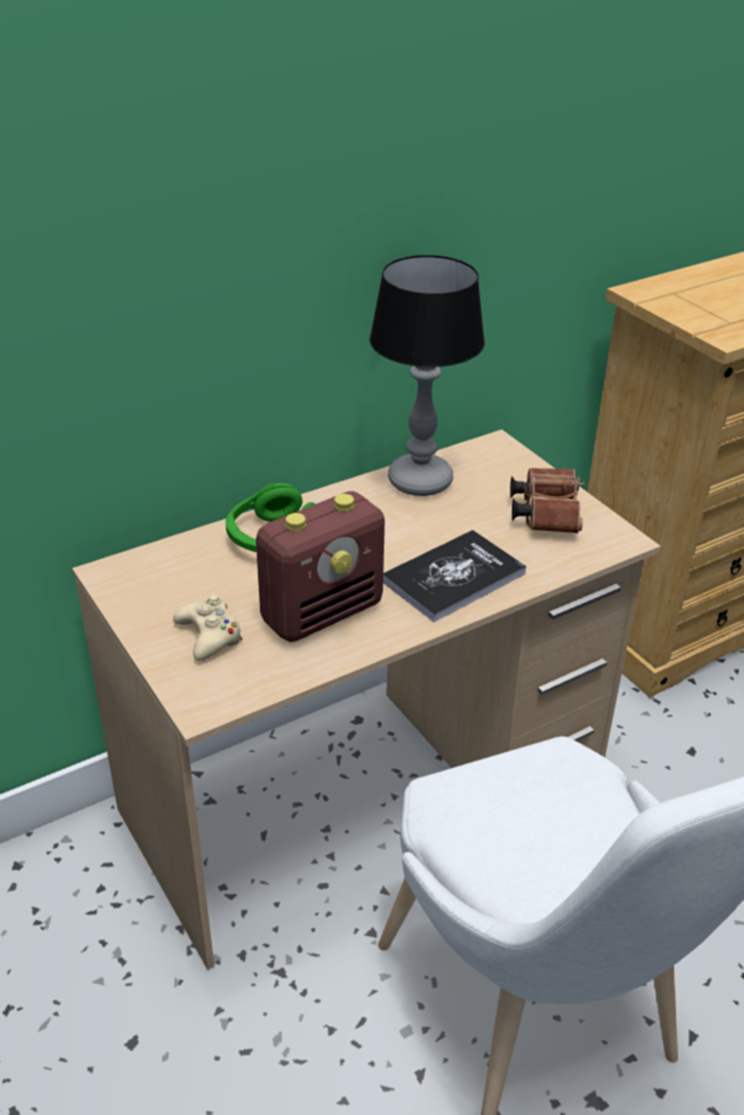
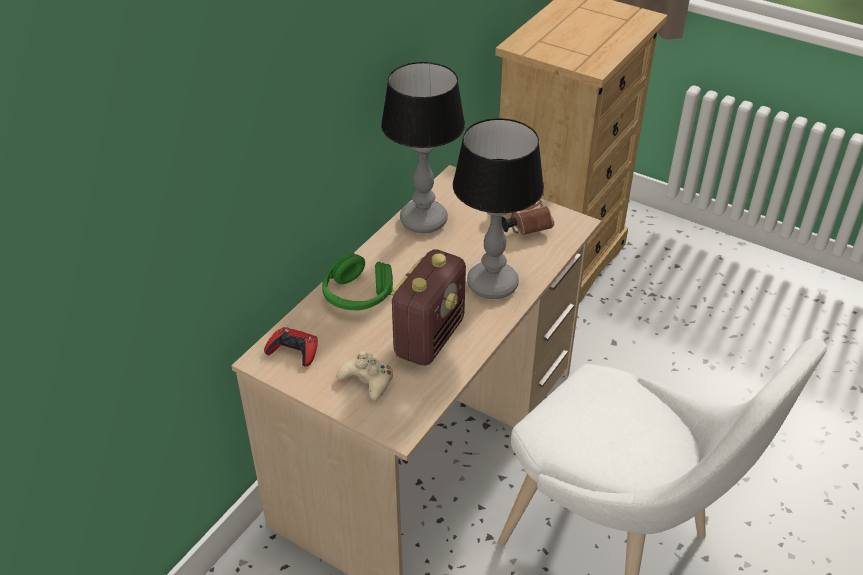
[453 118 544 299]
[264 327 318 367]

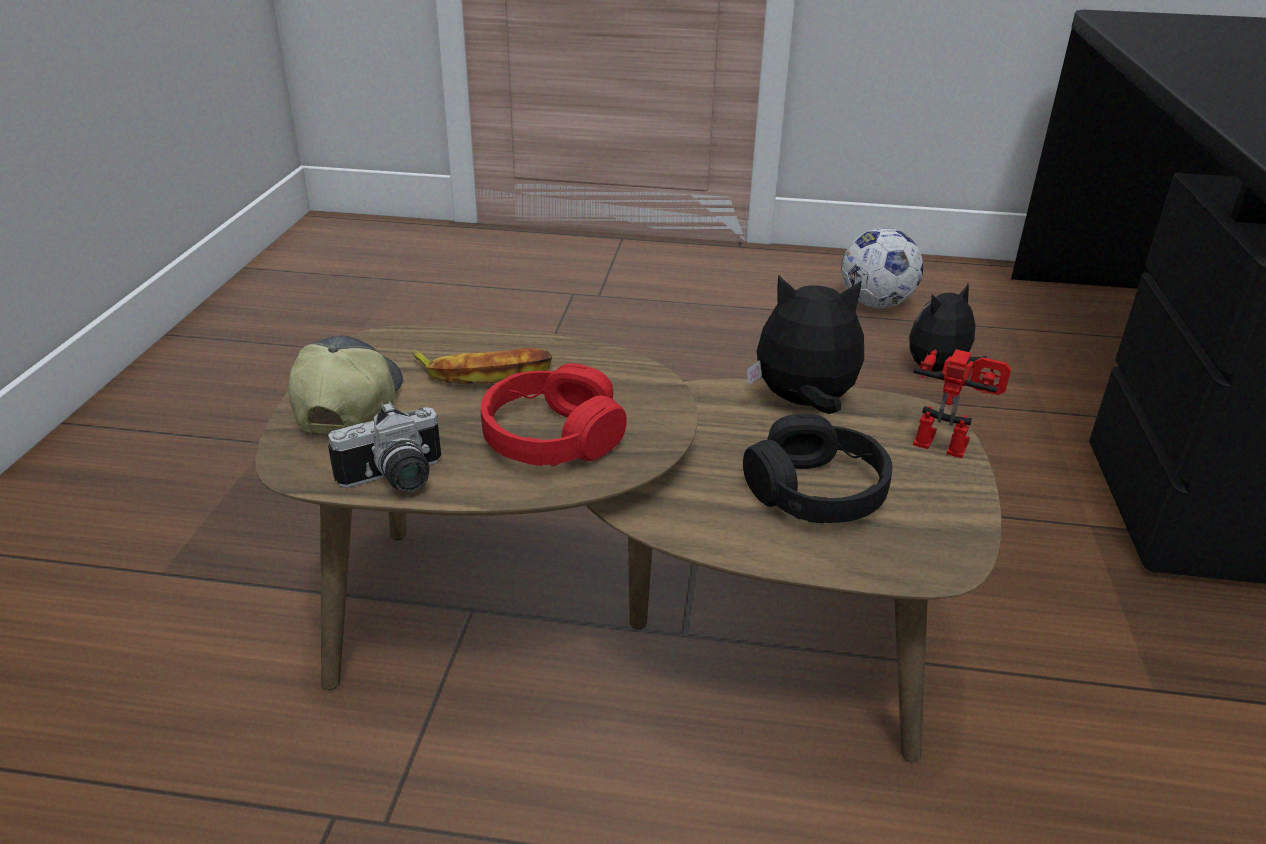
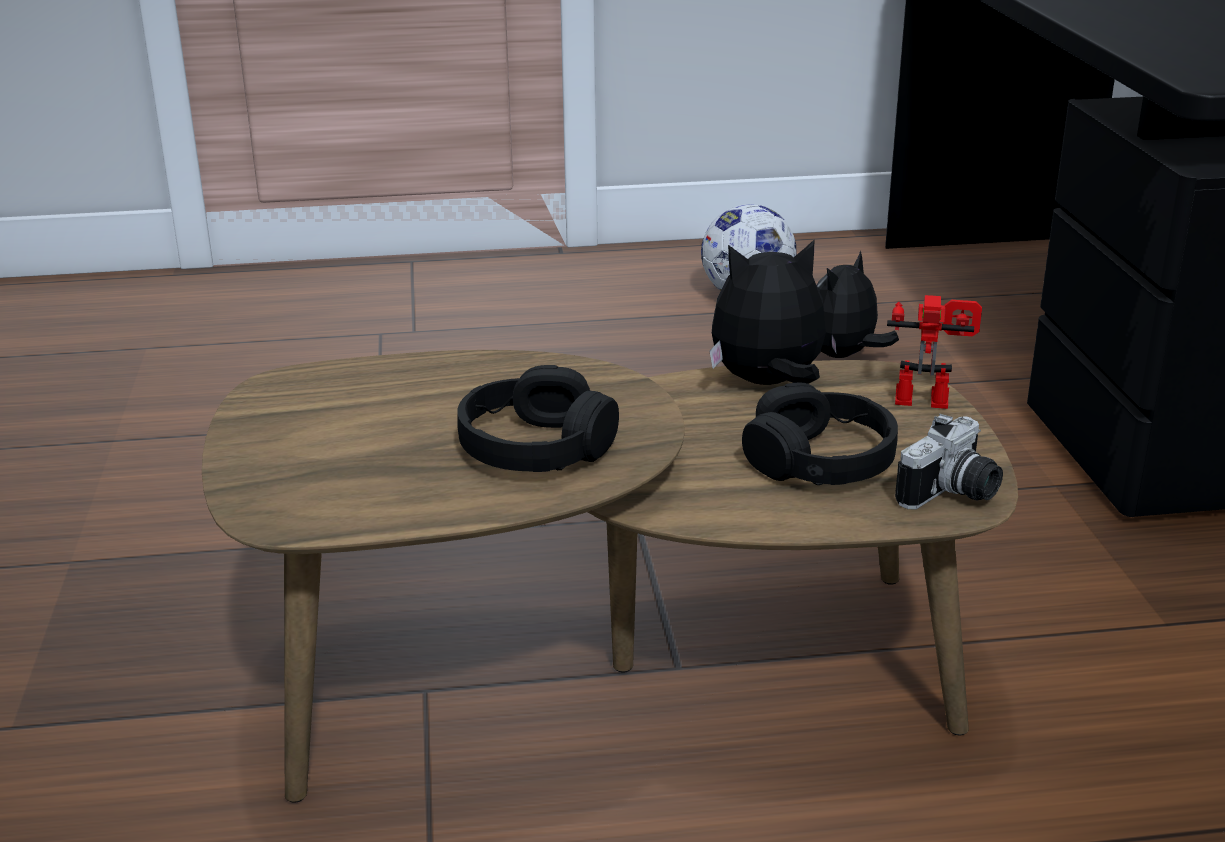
[288 335 403 434] (first image)
[412 348 552 384] (first image)
[457 365 619 472]
[895 414 1003 509]

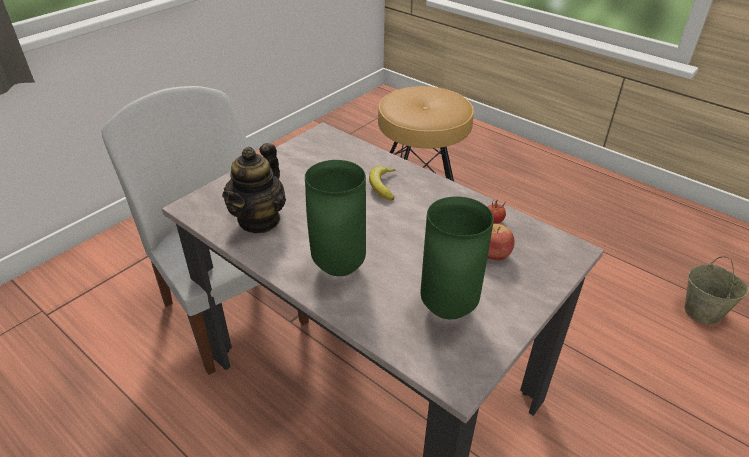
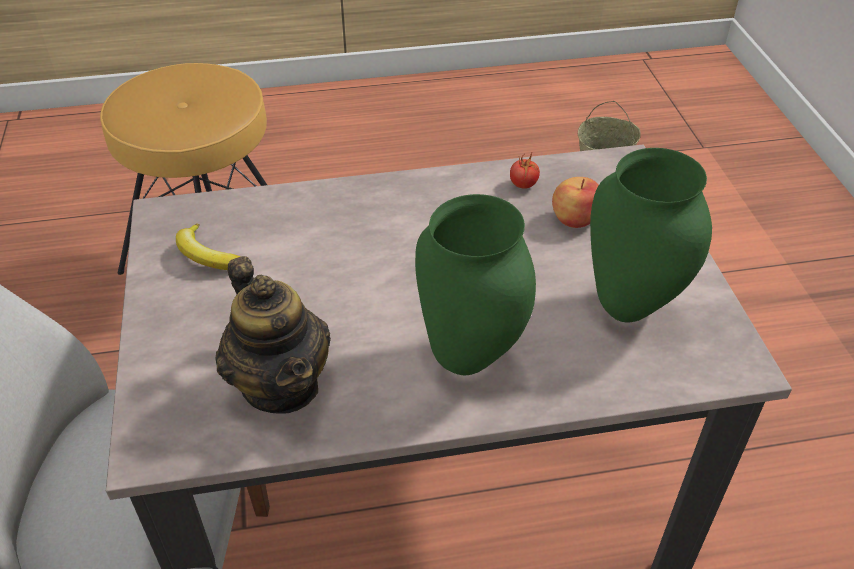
[176 224 240 270]

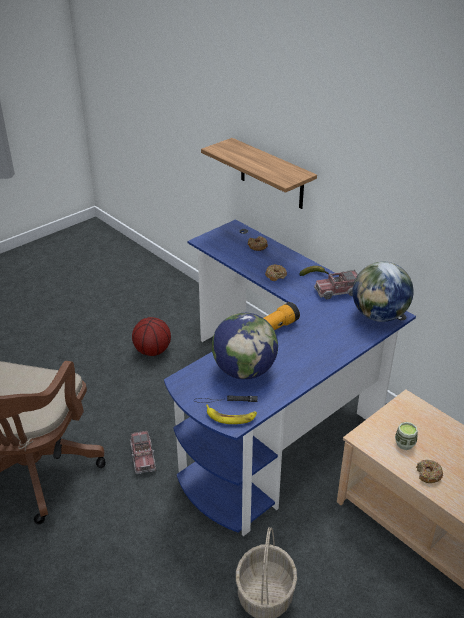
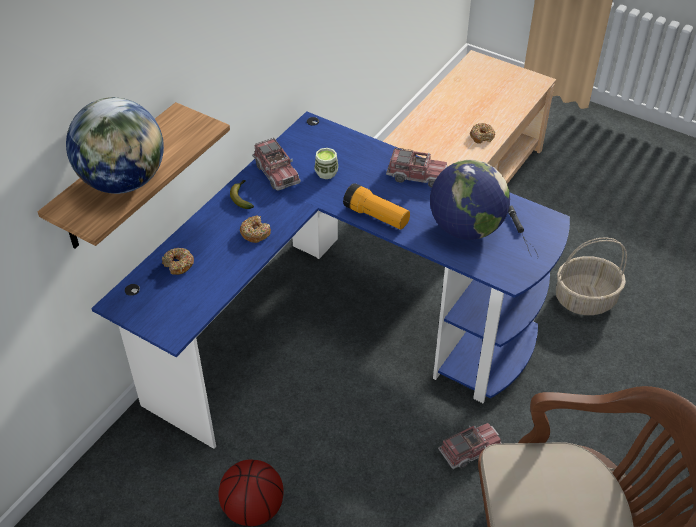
[66 97 164 194]
[206 404 257 424] (first image)
[314 148 338 179]
[386 148 447 187]

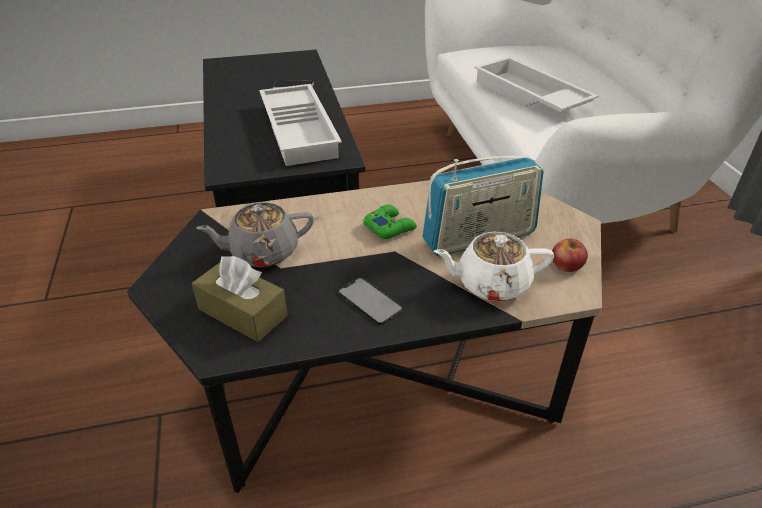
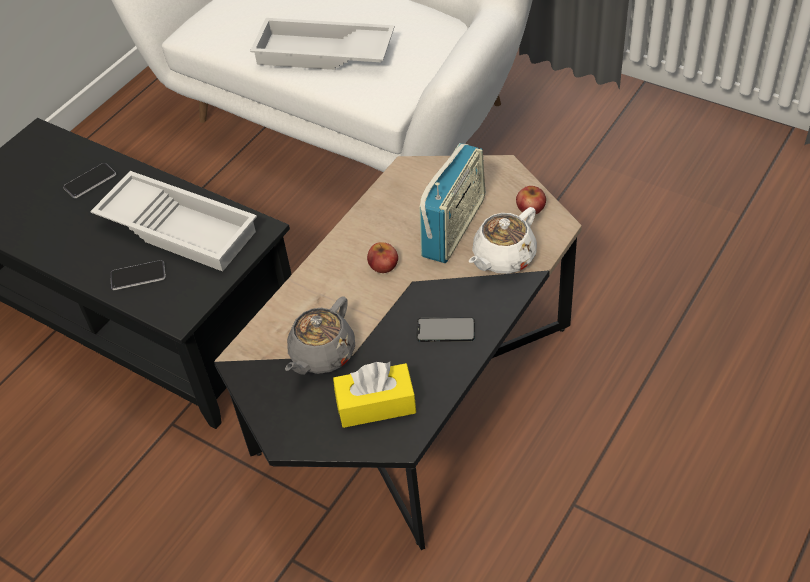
[367 242 398 273]
[333 362 416 428]
[110 260 166 290]

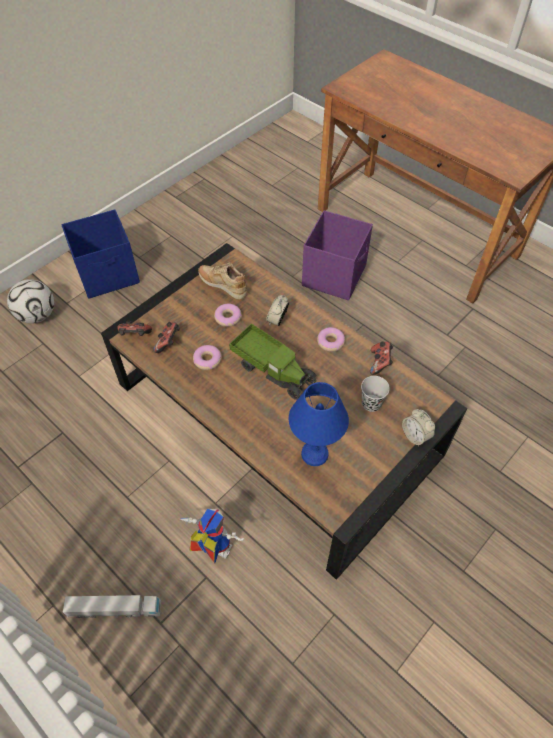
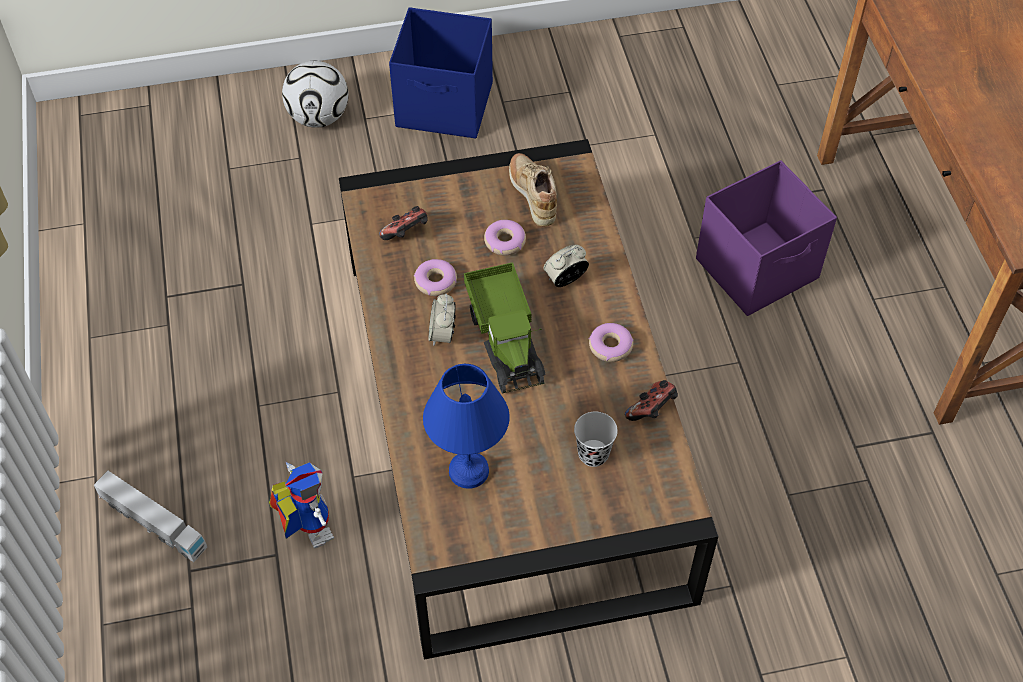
[117 321 152 336] (first image)
[429 294 456 345]

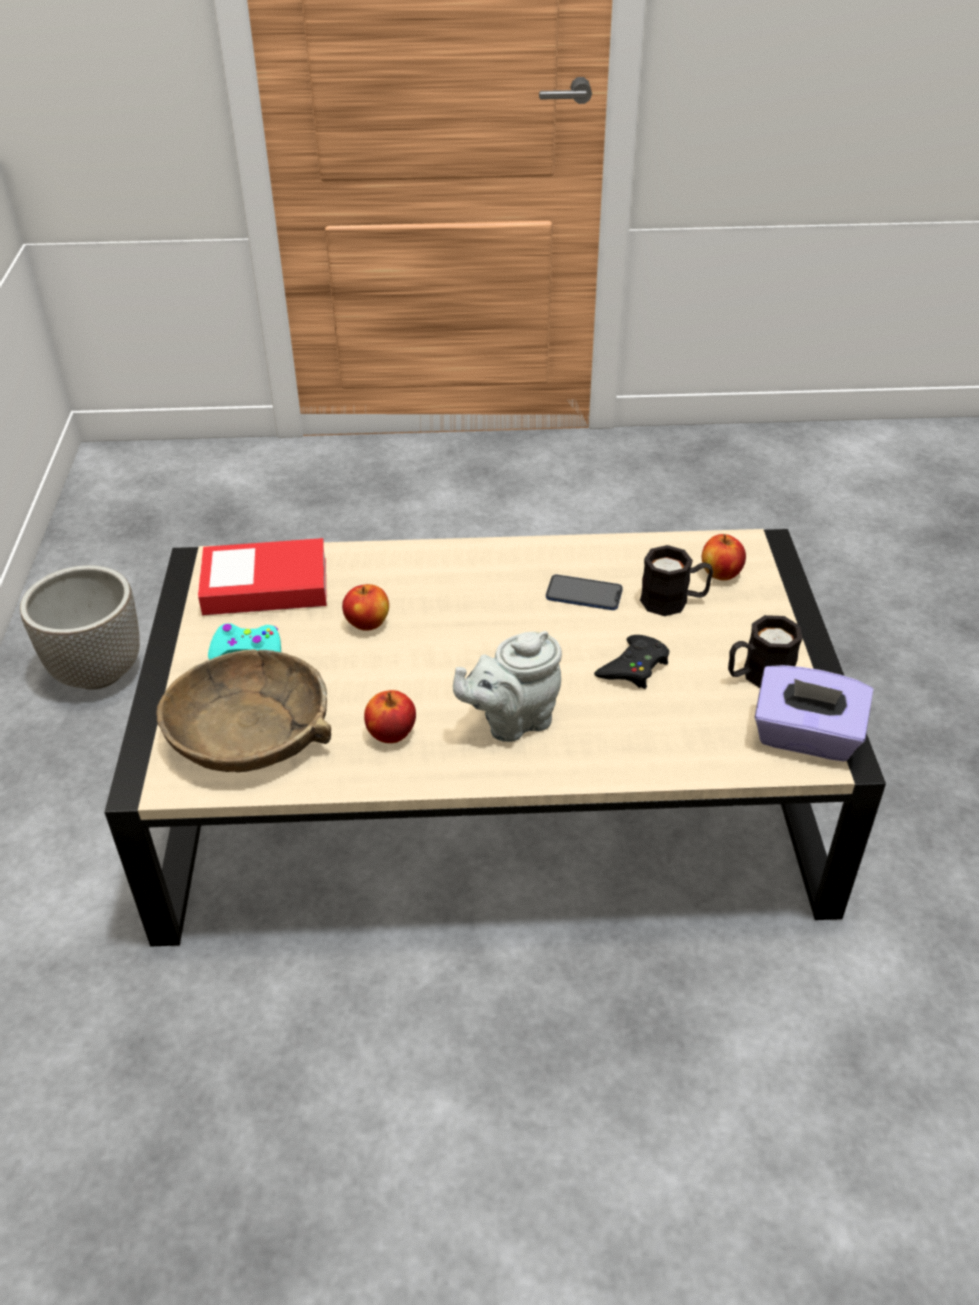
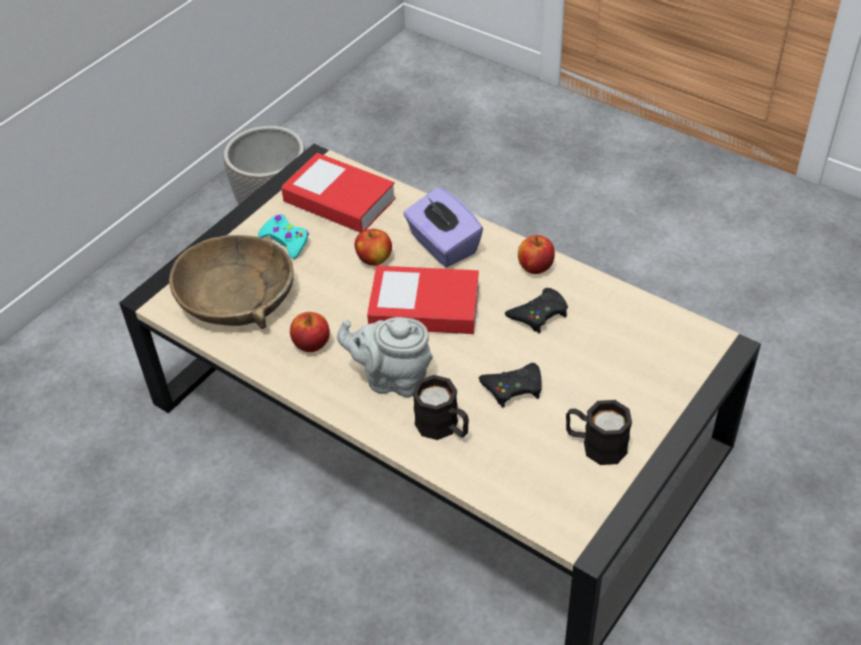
[518 235 555 274]
[412 375 469 440]
[505 288 568 333]
[403 187 483 267]
[367 266 479 334]

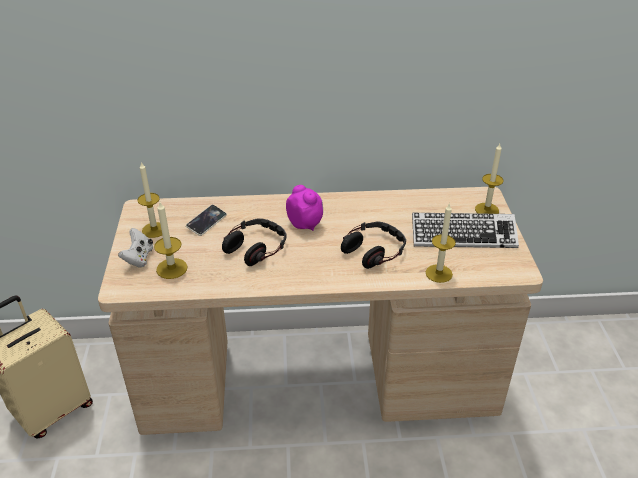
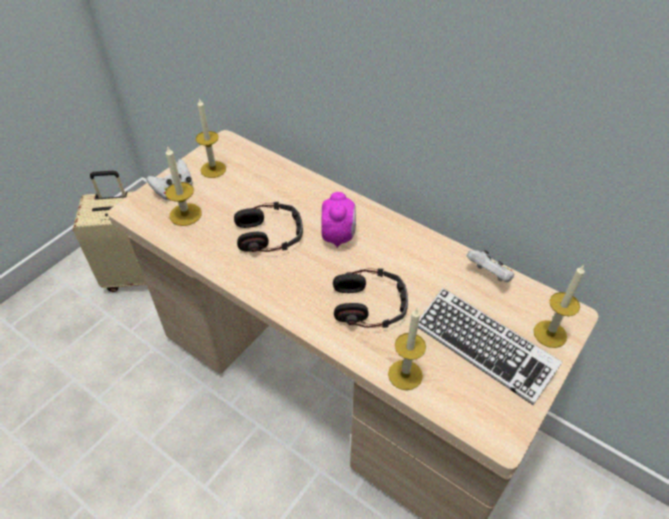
[186 205 227 236] (first image)
[466 250 514 282]

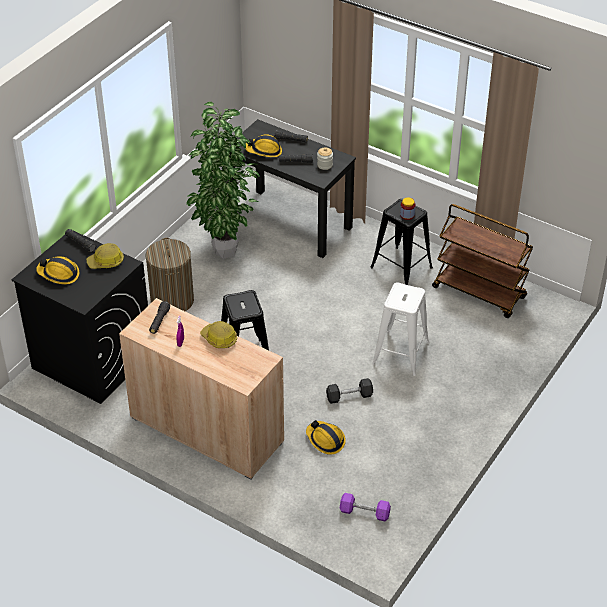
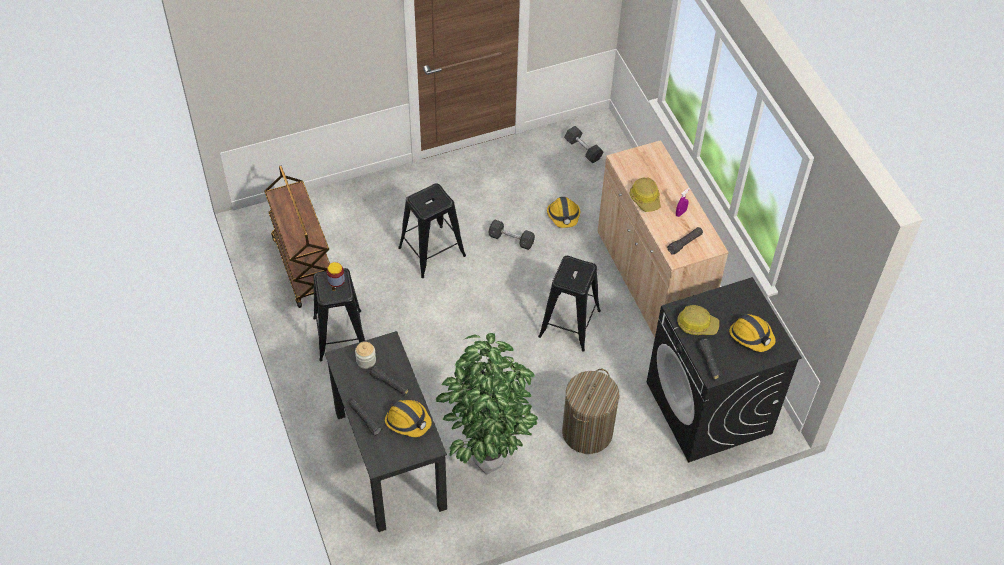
[398 183 466 278]
[564 126 603 164]

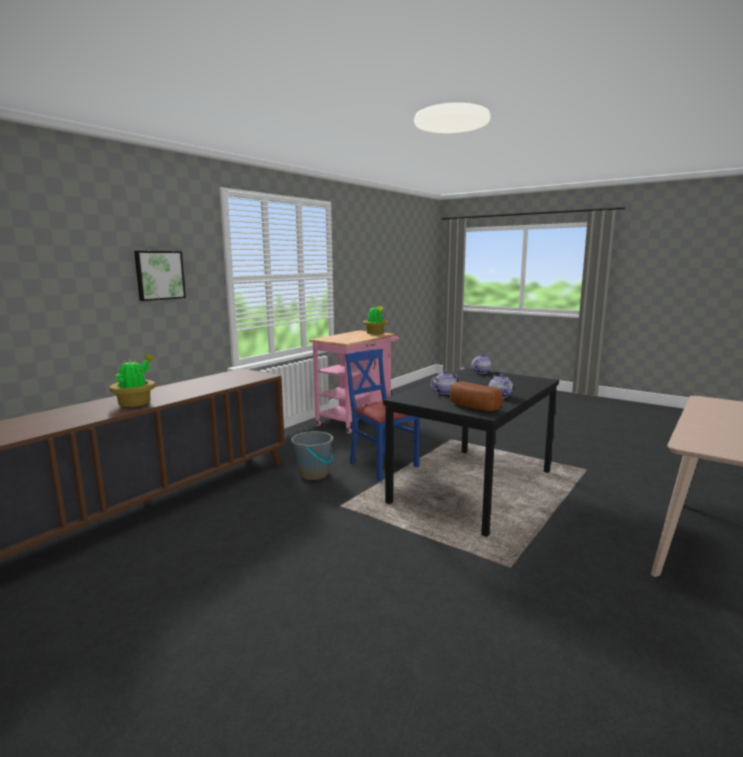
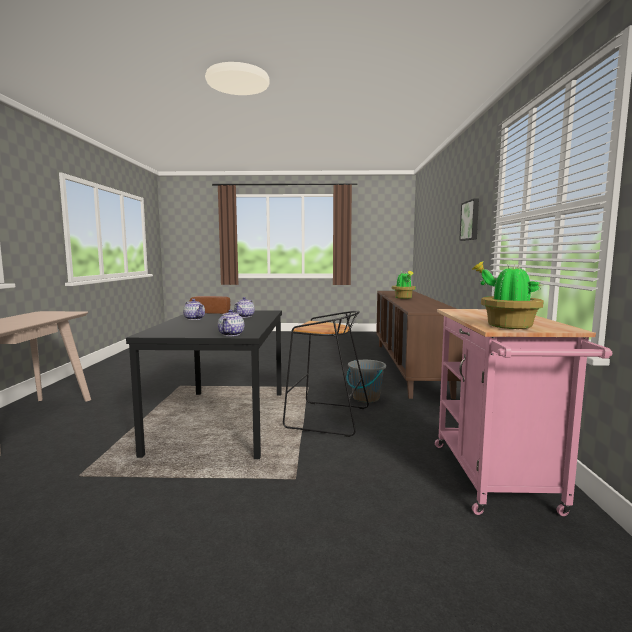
[283 311 369 437]

